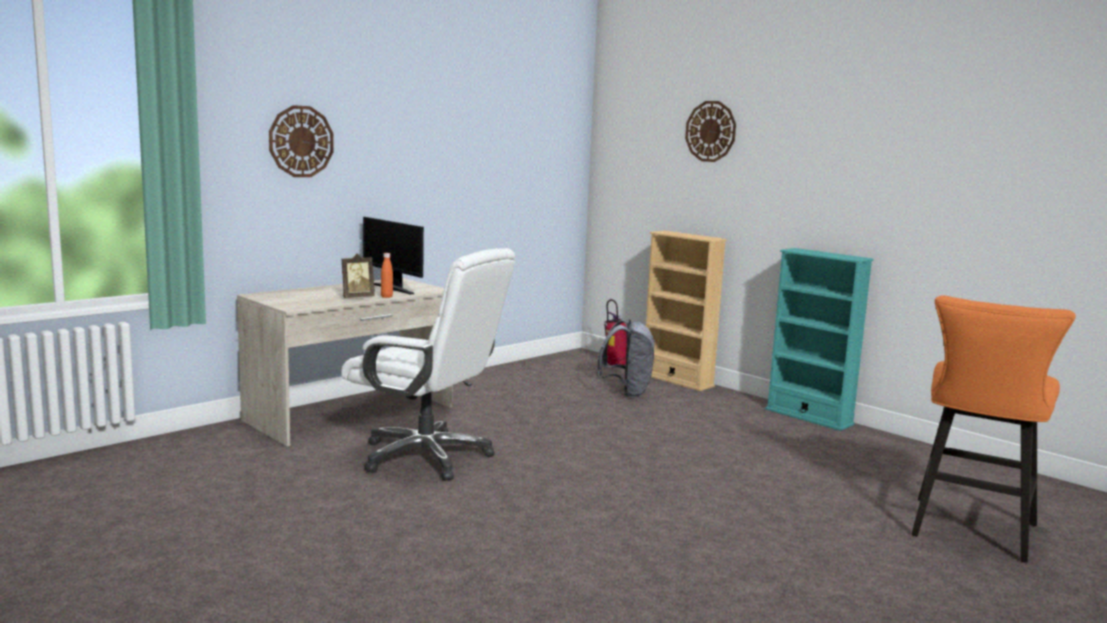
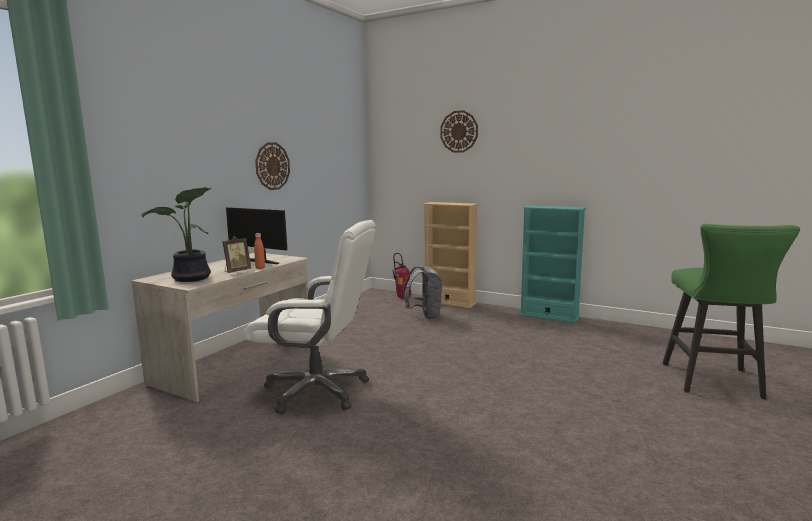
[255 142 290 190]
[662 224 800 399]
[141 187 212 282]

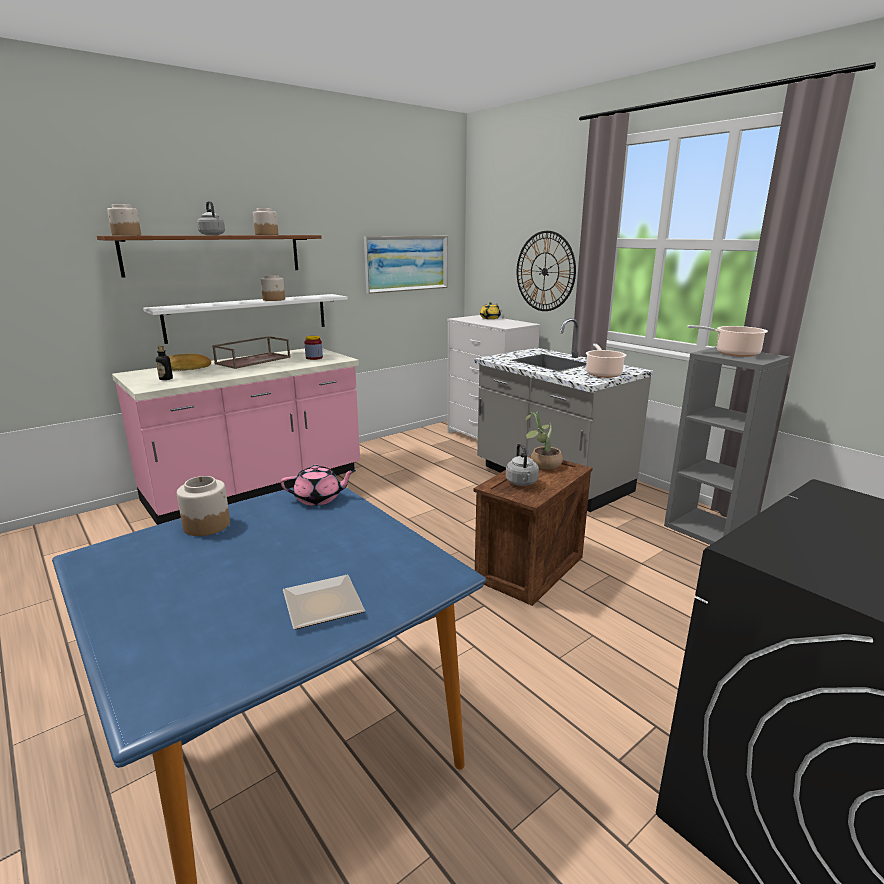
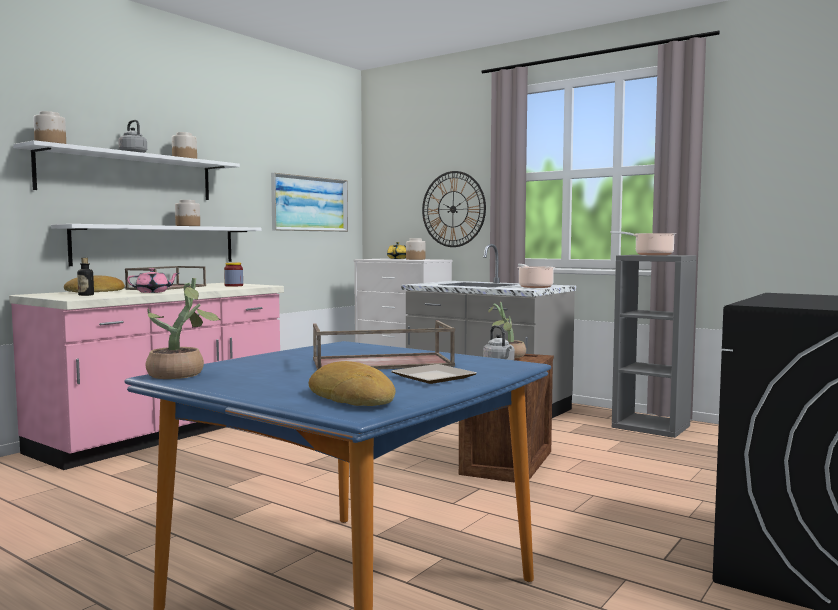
[13 140 240 200]
[127 268 179 293]
[406 238 425 260]
[146 278 220 379]
[313 321 455 370]
[309 361 396 406]

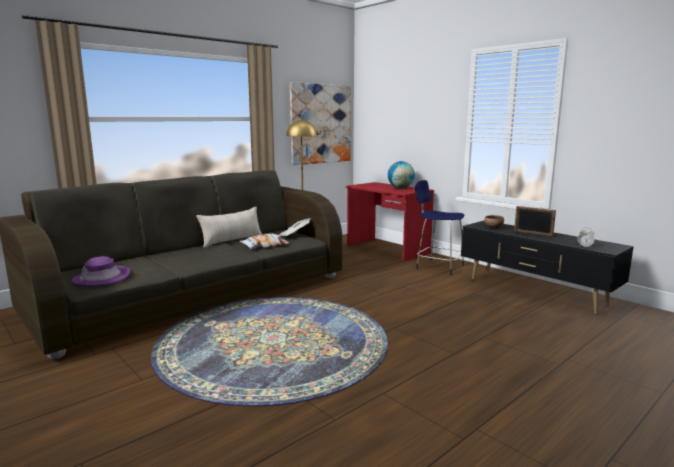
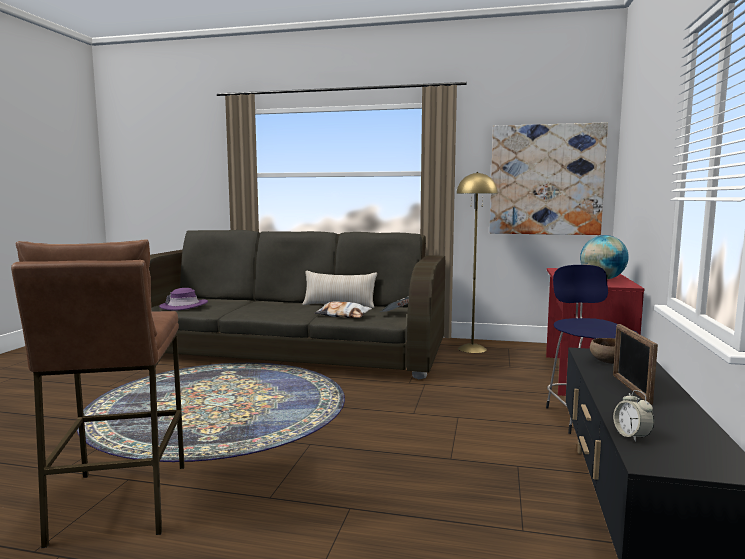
[11 239 185 548]

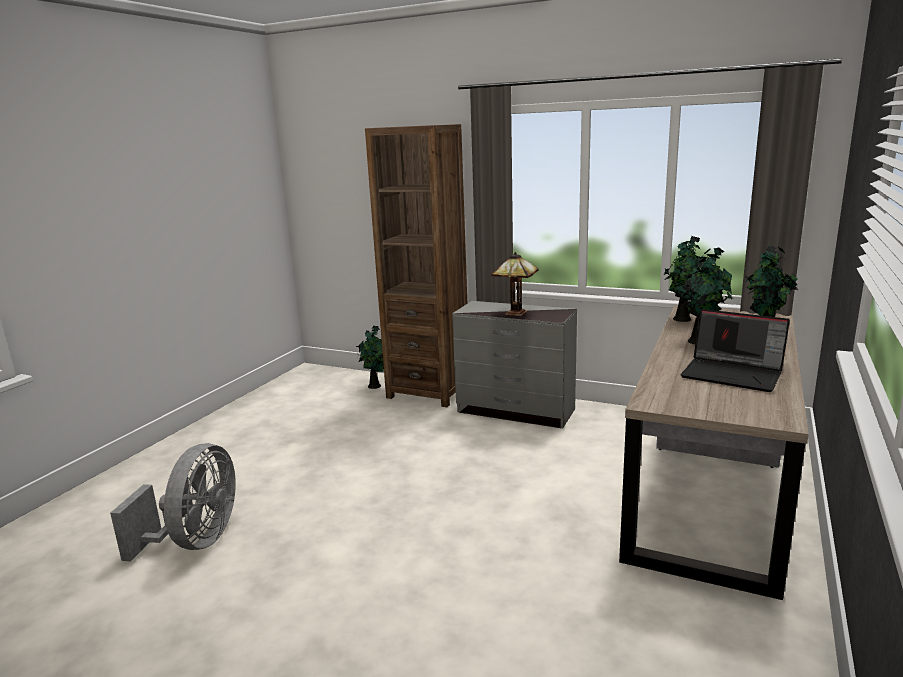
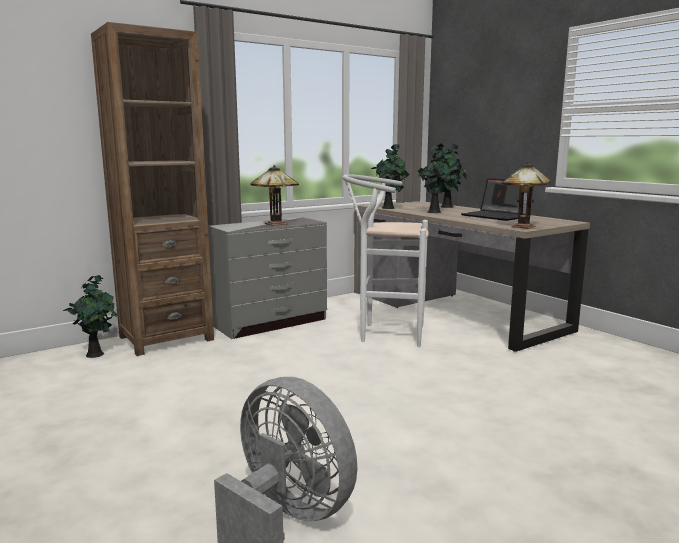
[461 178 534 221]
[502 161 551 229]
[342 174 429 347]

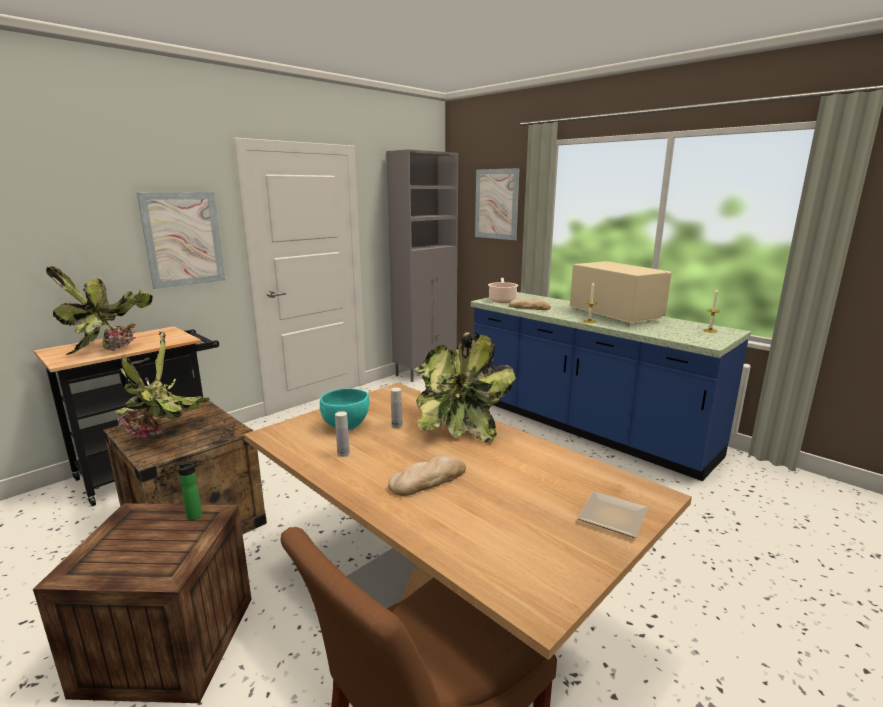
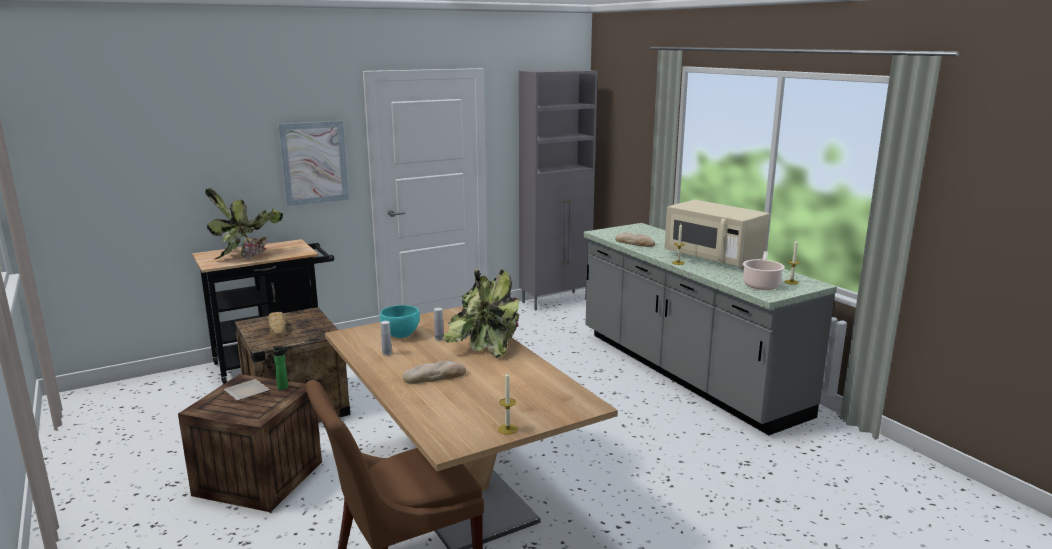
[475 168 520 240] (first image)
[665 200 770 269]
[743 251 785 290]
[583 223 837 435]
[268 312 286 338]
[224 379 270 401]
[498 372 518 434]

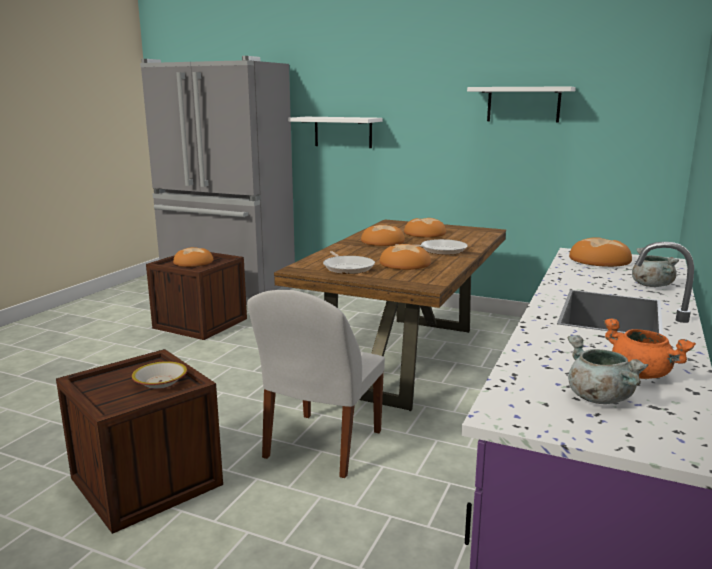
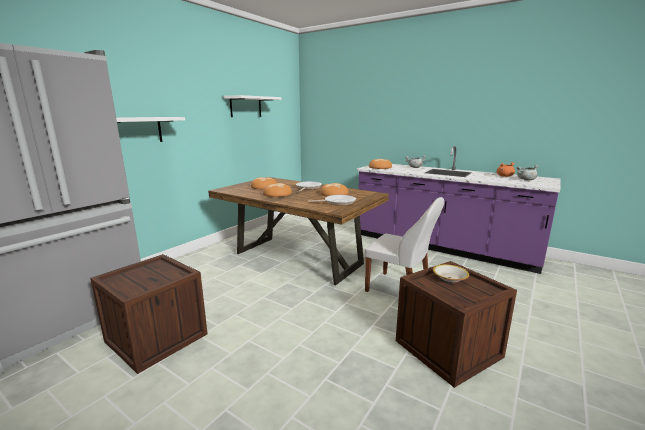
[173 247 213 267] (first image)

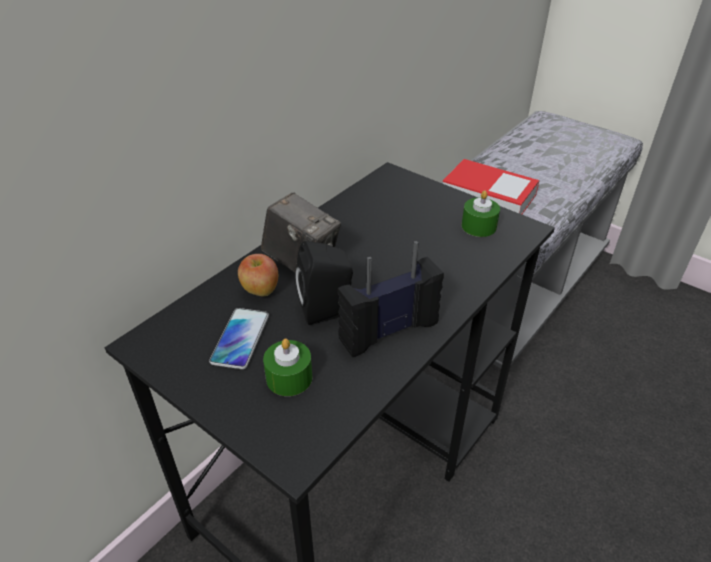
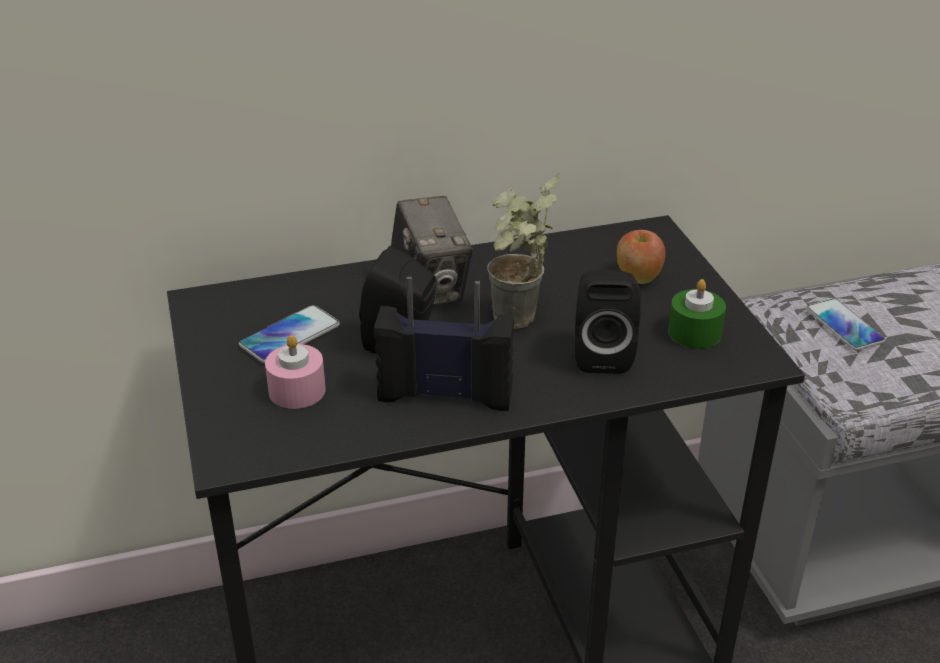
[806 298 885 351]
[616 230 666 284]
[265 335 326 409]
[487 173 560 329]
[574 270 641 374]

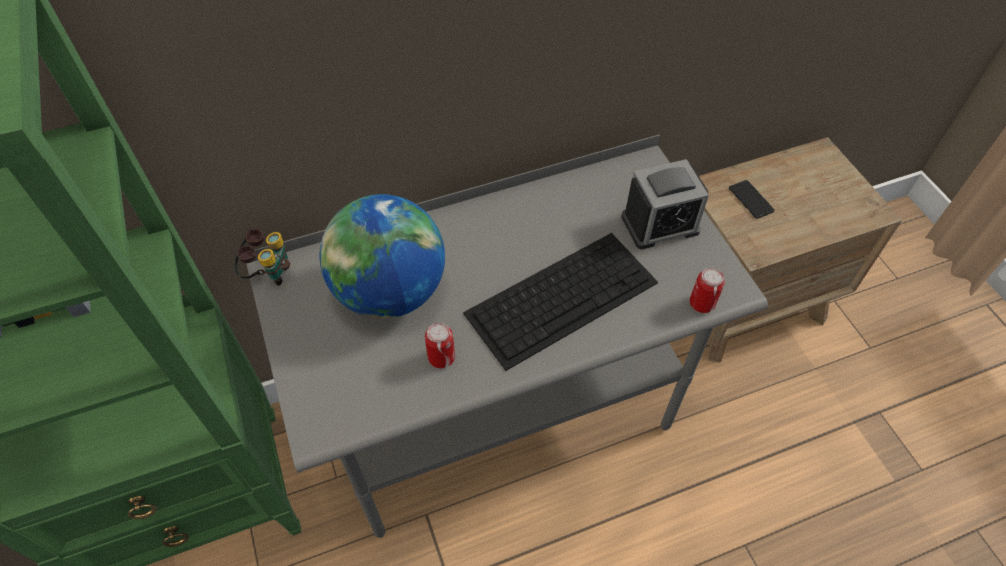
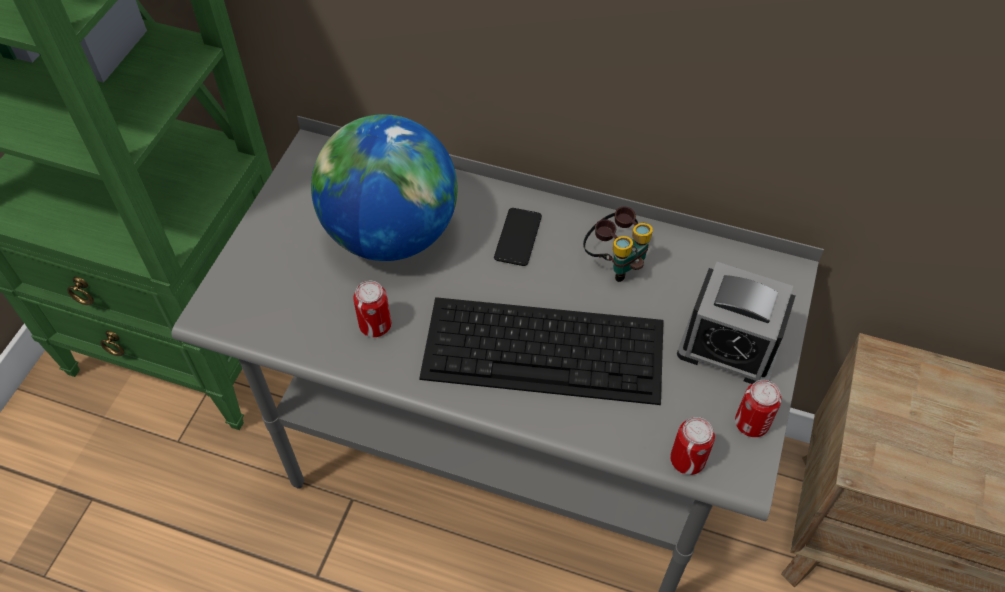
[494 208 542 266]
[583 206 653 282]
[735 380 781 437]

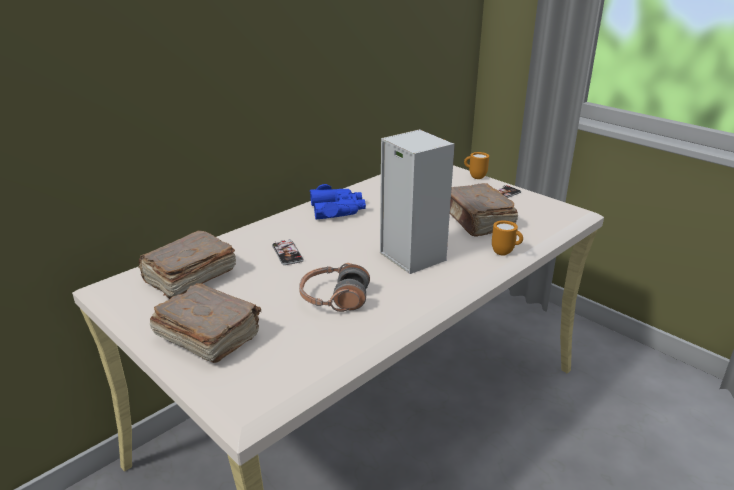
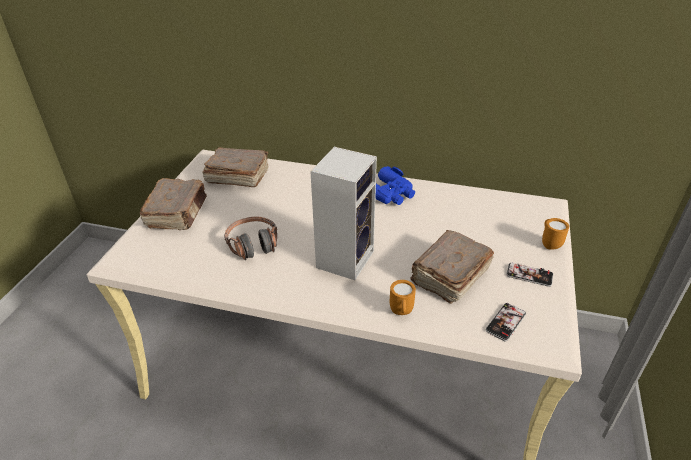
[486 303 526 341]

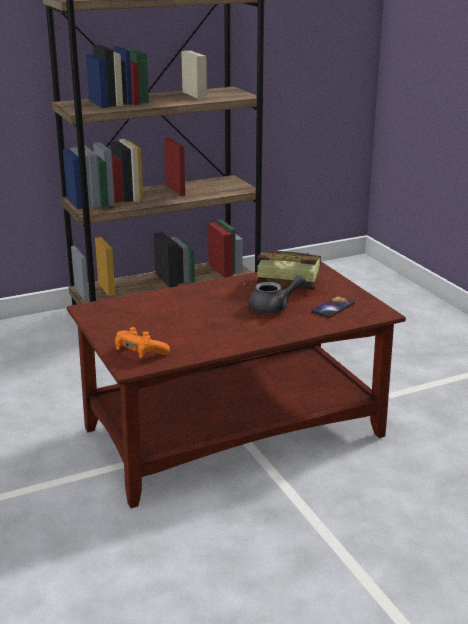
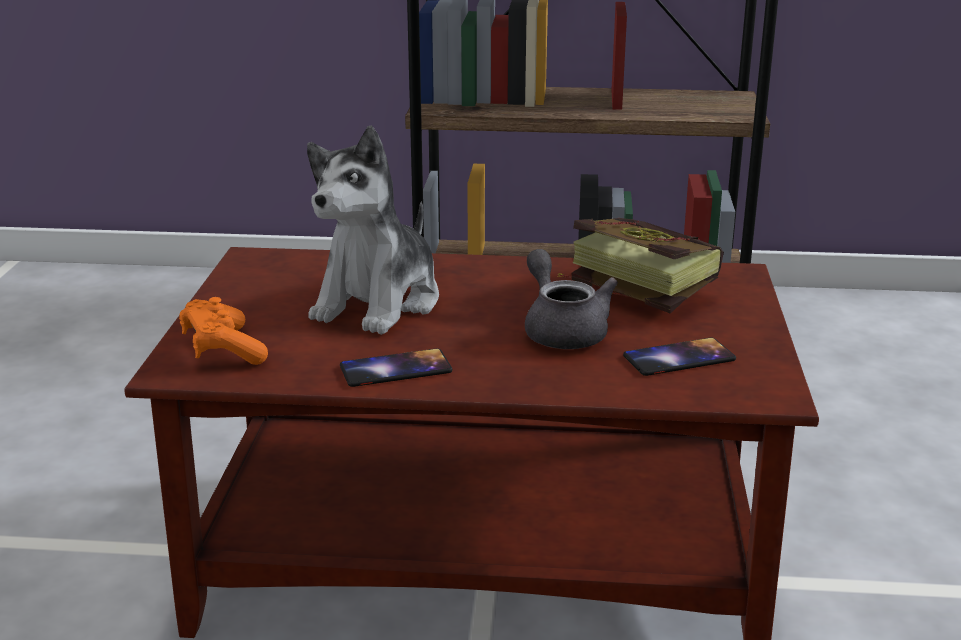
[525 249 618 349]
[307 125 439 335]
[340 348 453 387]

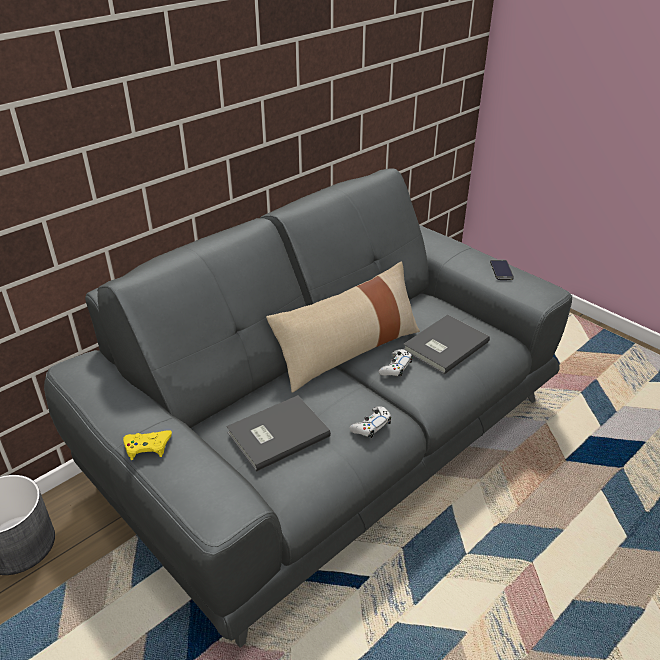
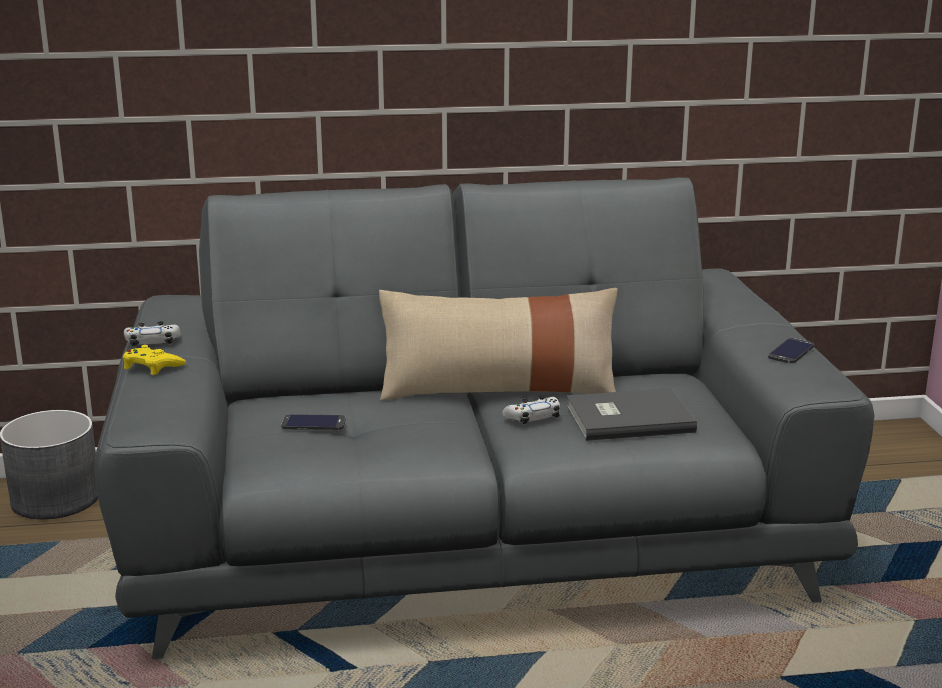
[281 414 346 430]
[124 321 181 346]

